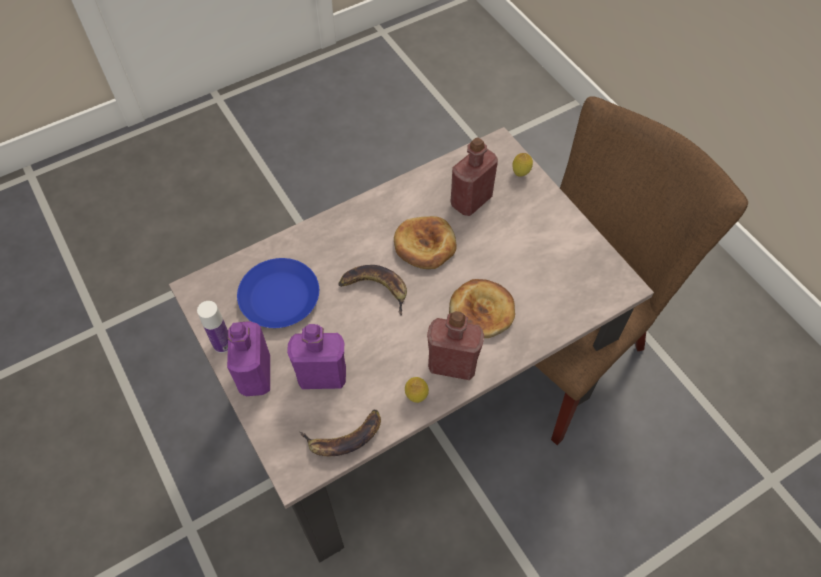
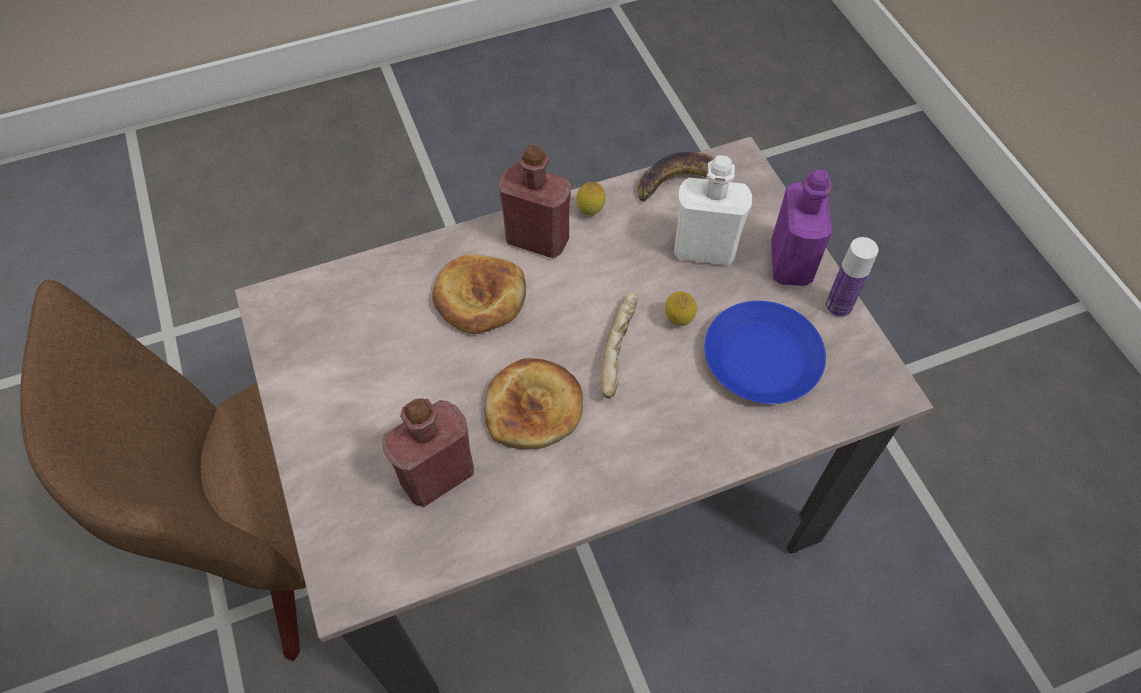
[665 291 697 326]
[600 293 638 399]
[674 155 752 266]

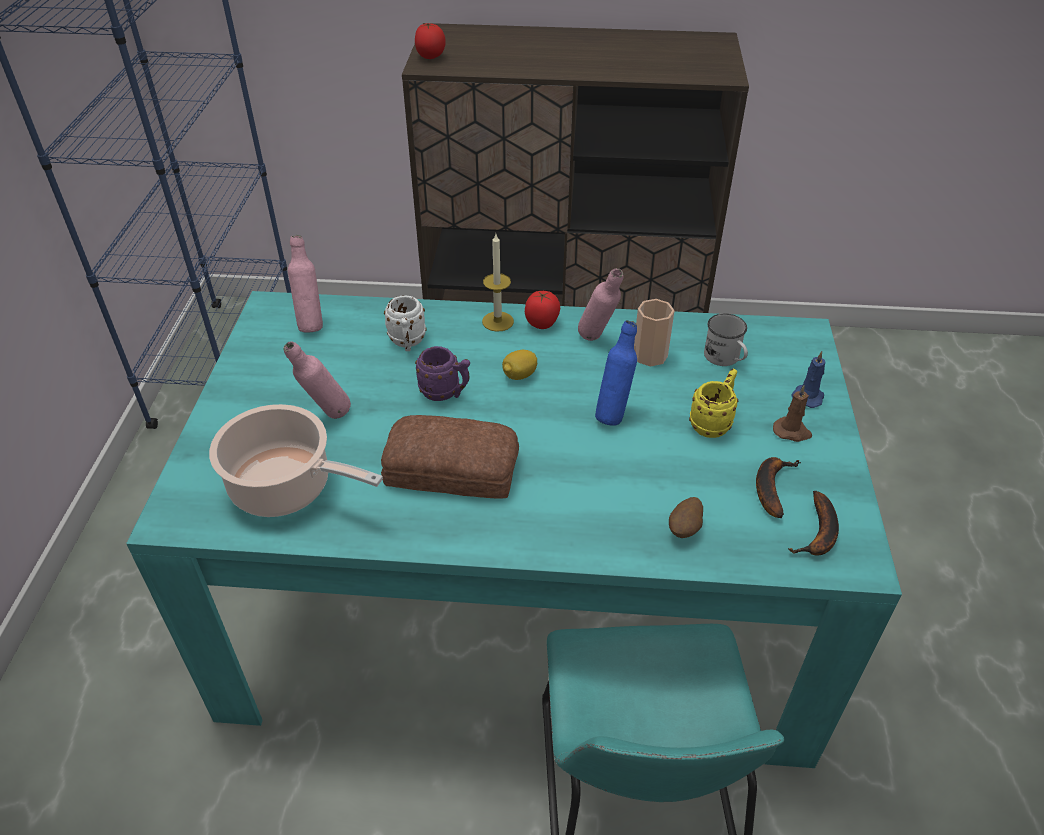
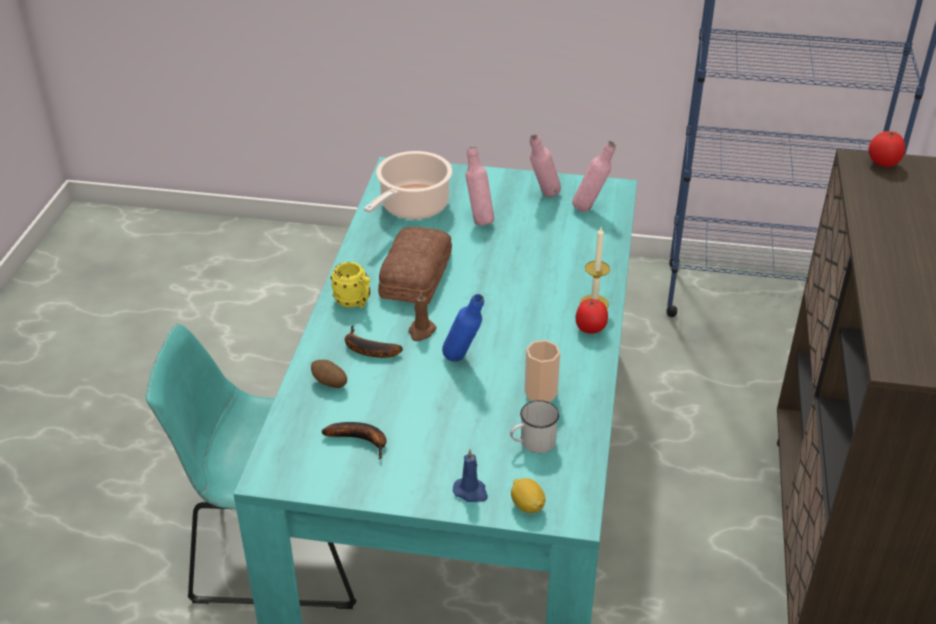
[384 295 427 351] (first image)
[415 346 470 401] (first image)
[511 478 546 513]
[530 134 561 197]
[331 262 370 308]
[408 290 437 341]
[345 325 403 358]

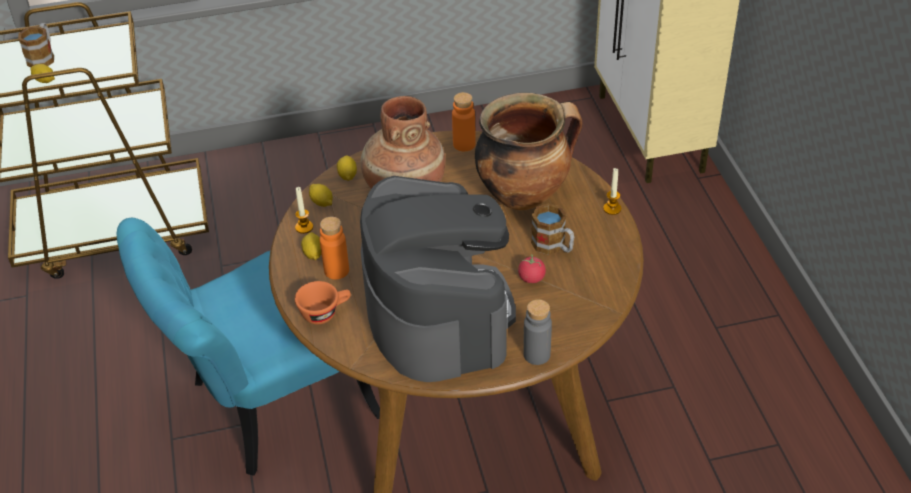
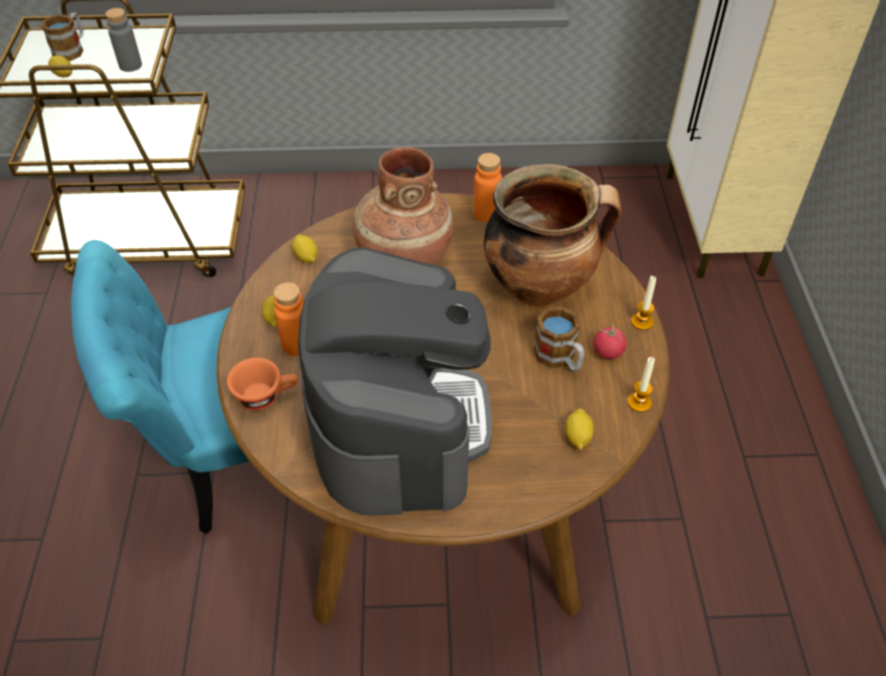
[628 357 655 412]
[565 408 593 450]
[593 325 627 359]
[105 8 142 72]

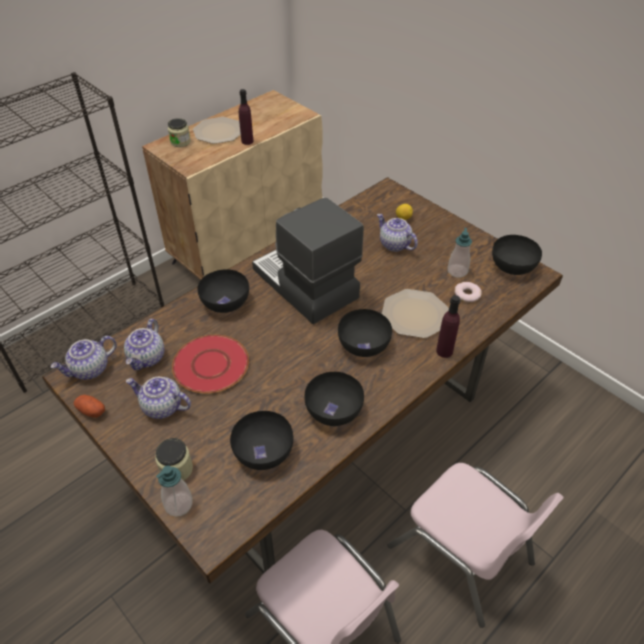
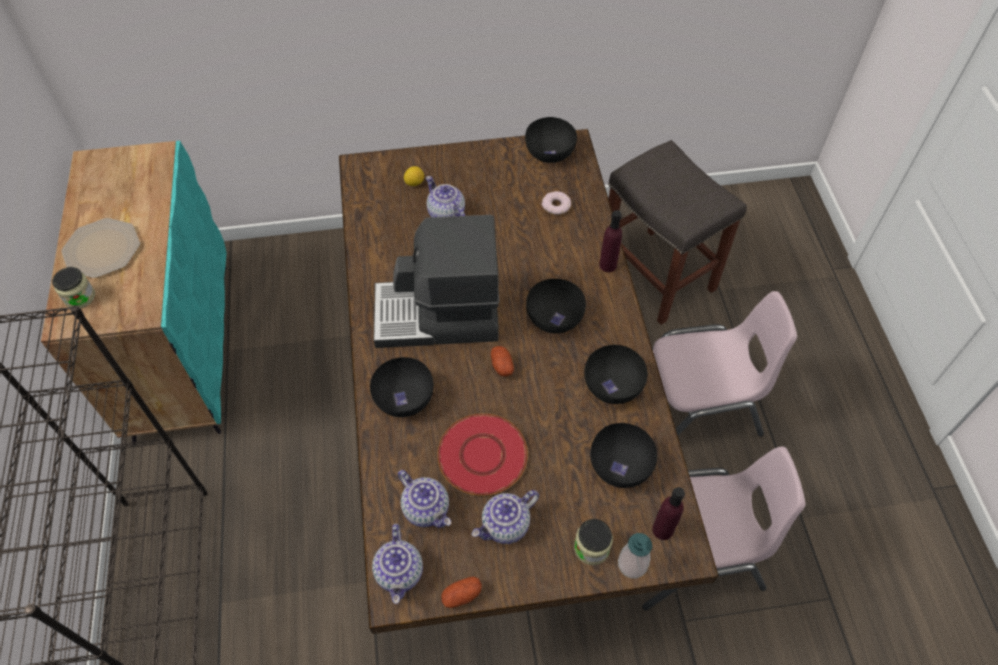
[382 289 449 338] (first image)
[447 228 472 277] (first image)
[491 346 514 377]
[608 140 747 325]
[652 487 685 540]
[41 141 227 445]
[426 176 465 217]

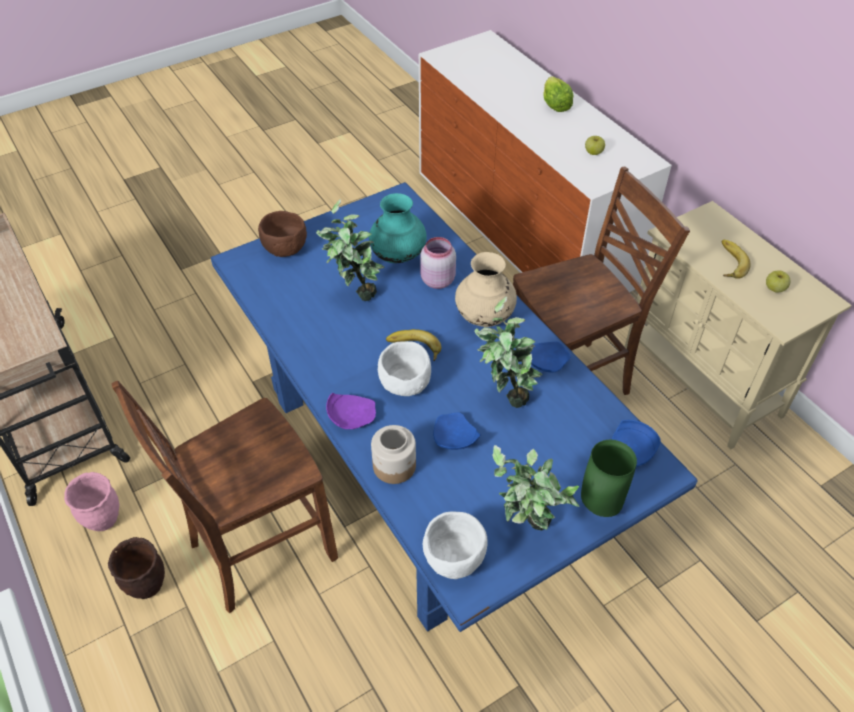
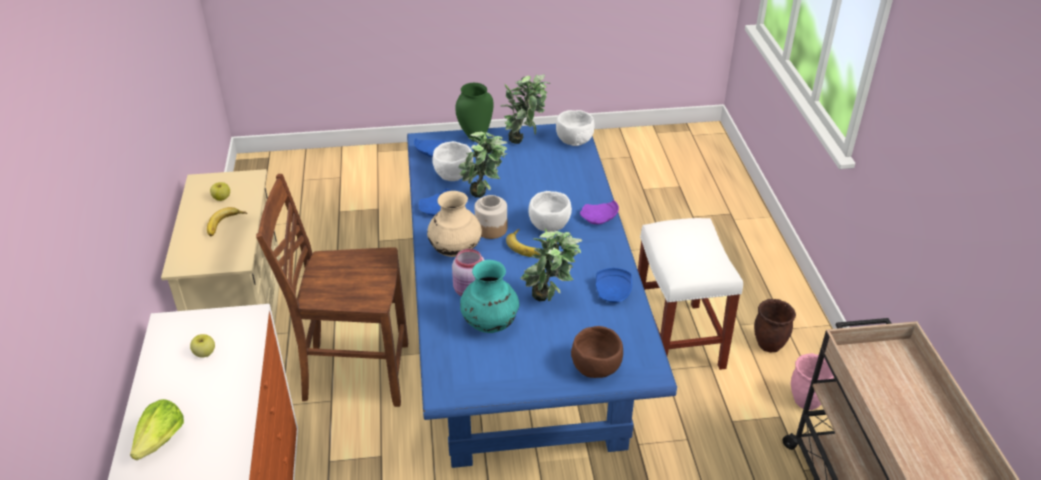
[432 141 473 181]
[475 195 507 239]
[596 268 632 303]
[638 218 743 370]

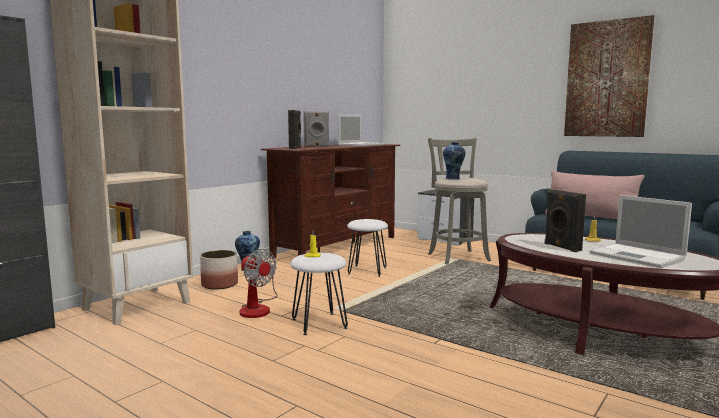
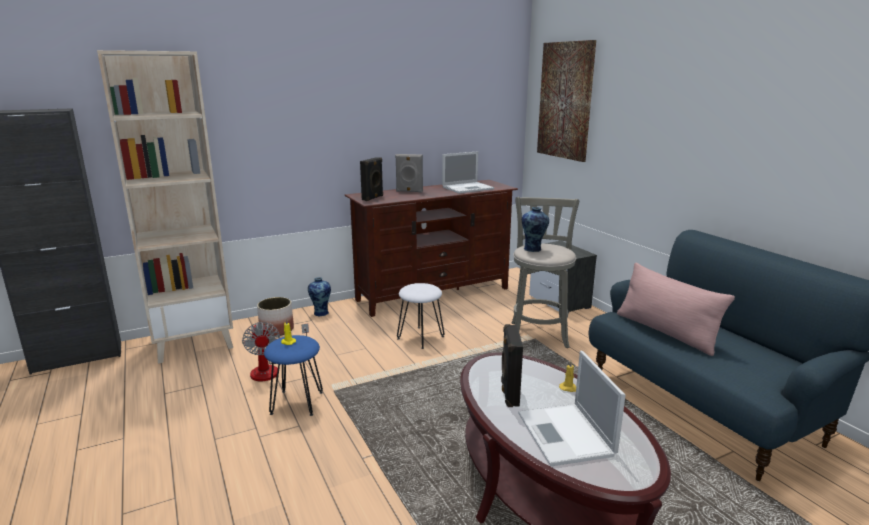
[537 40 596 162]
[264 335 323 416]

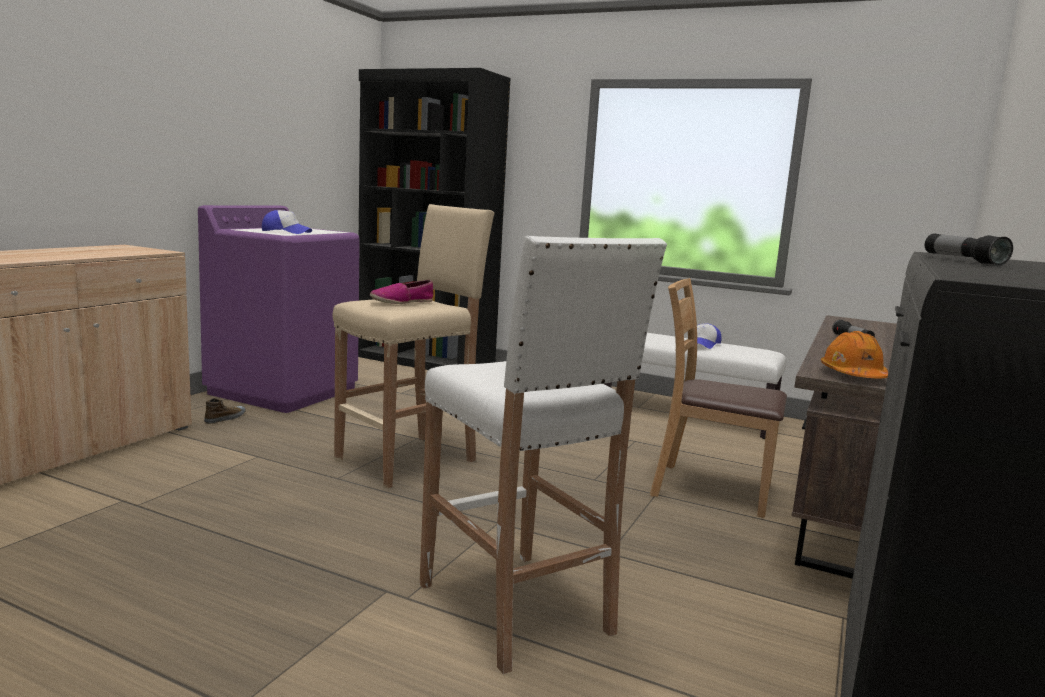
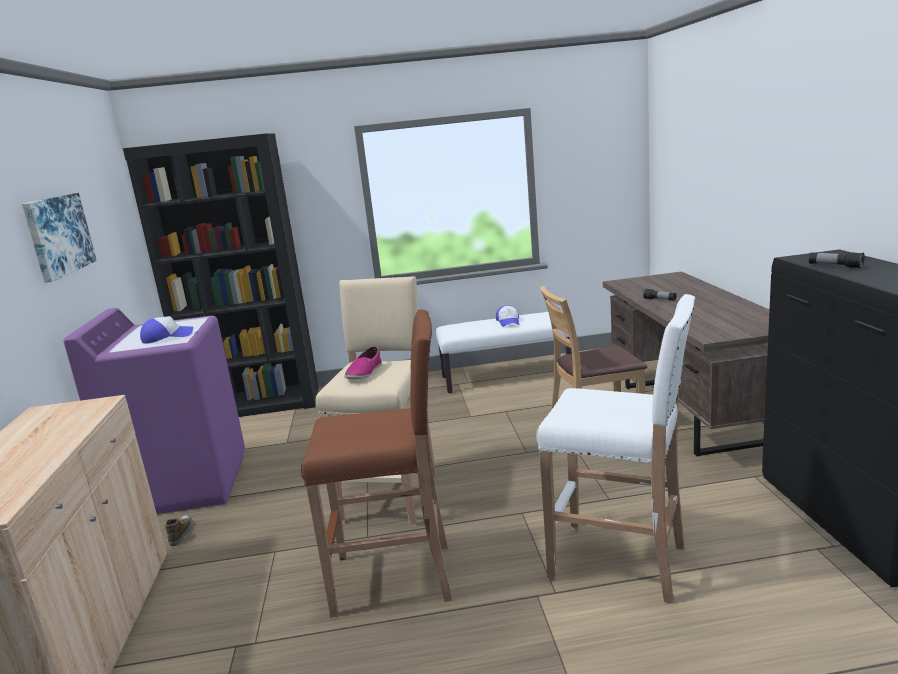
[821 331 888 378] (first image)
[22 193 97 283]
[301 309 452 618]

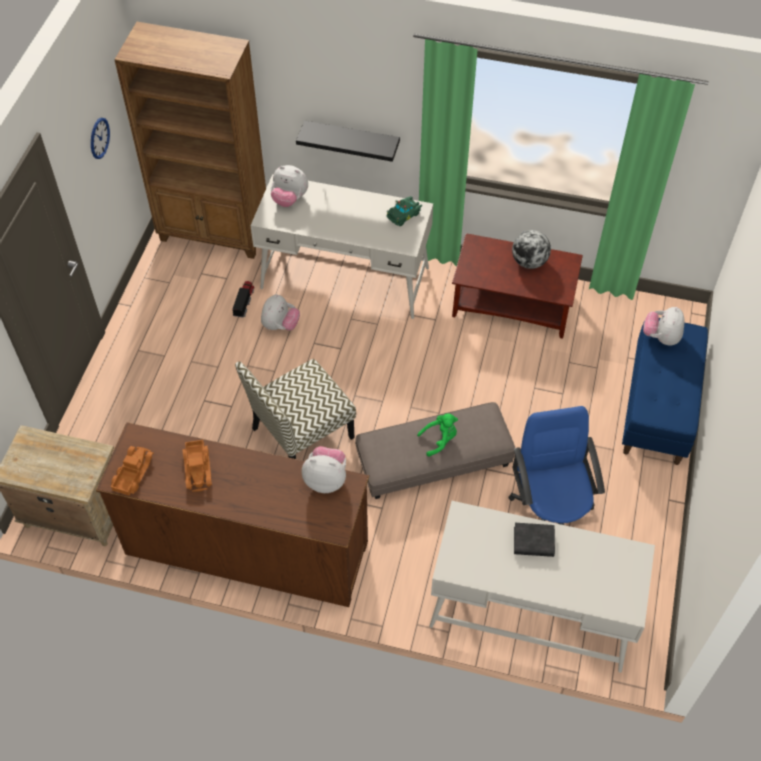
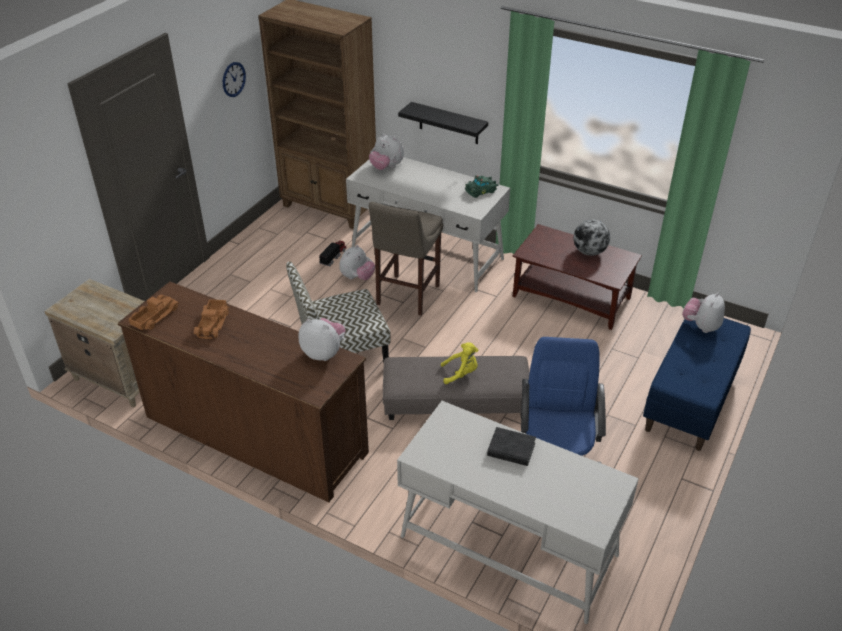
[369 202 443 316]
[441 342 478 384]

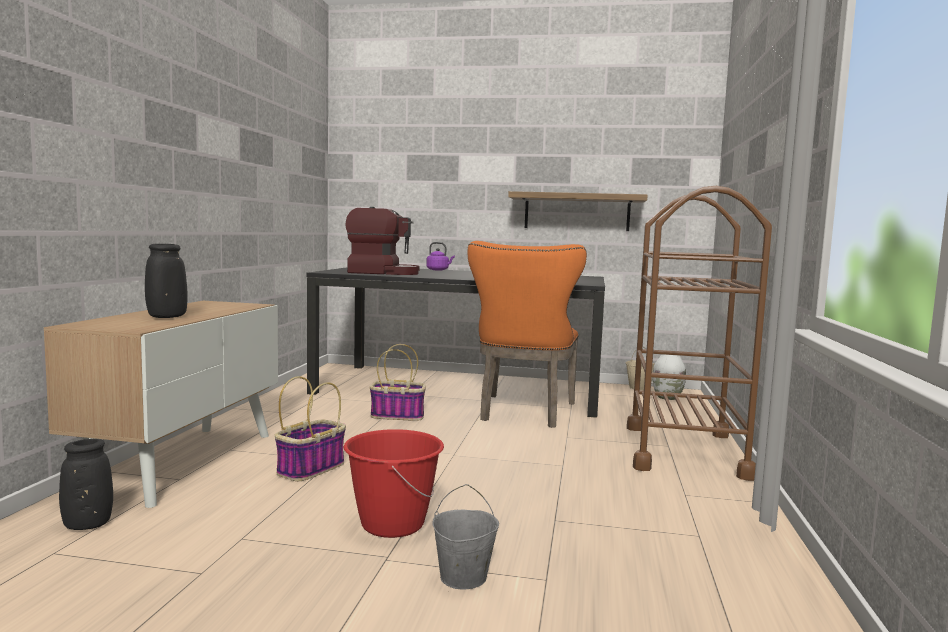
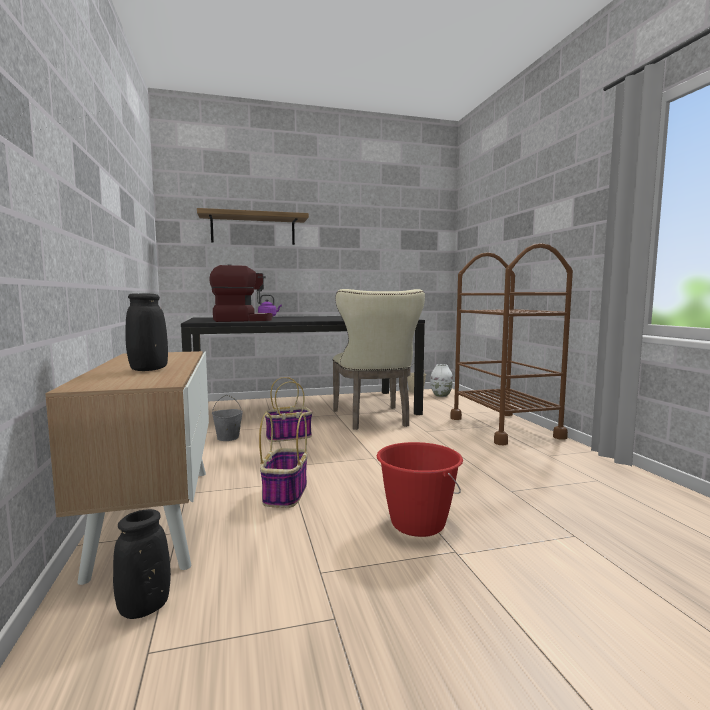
[212 395 243 441]
[197 208 309 245]
[333 289 425 430]

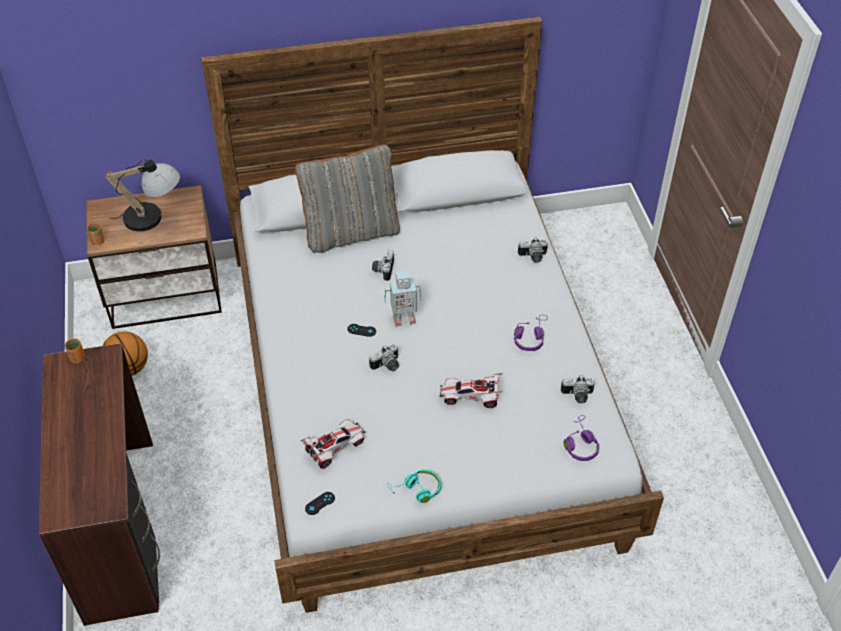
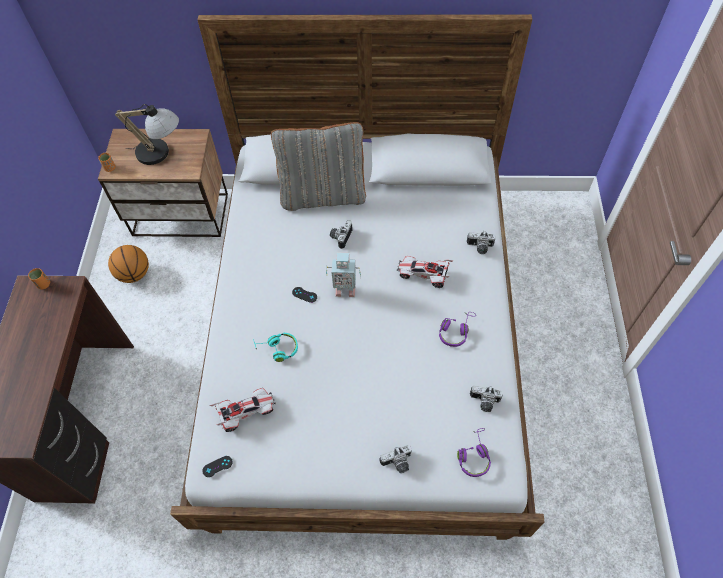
[380 445 412 473]
[253 333 298 362]
[397 256 454 288]

